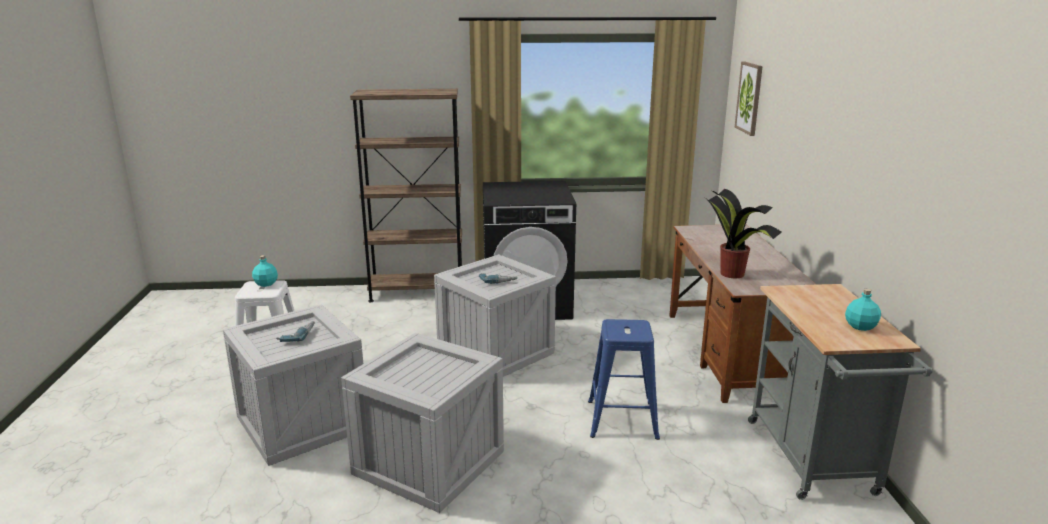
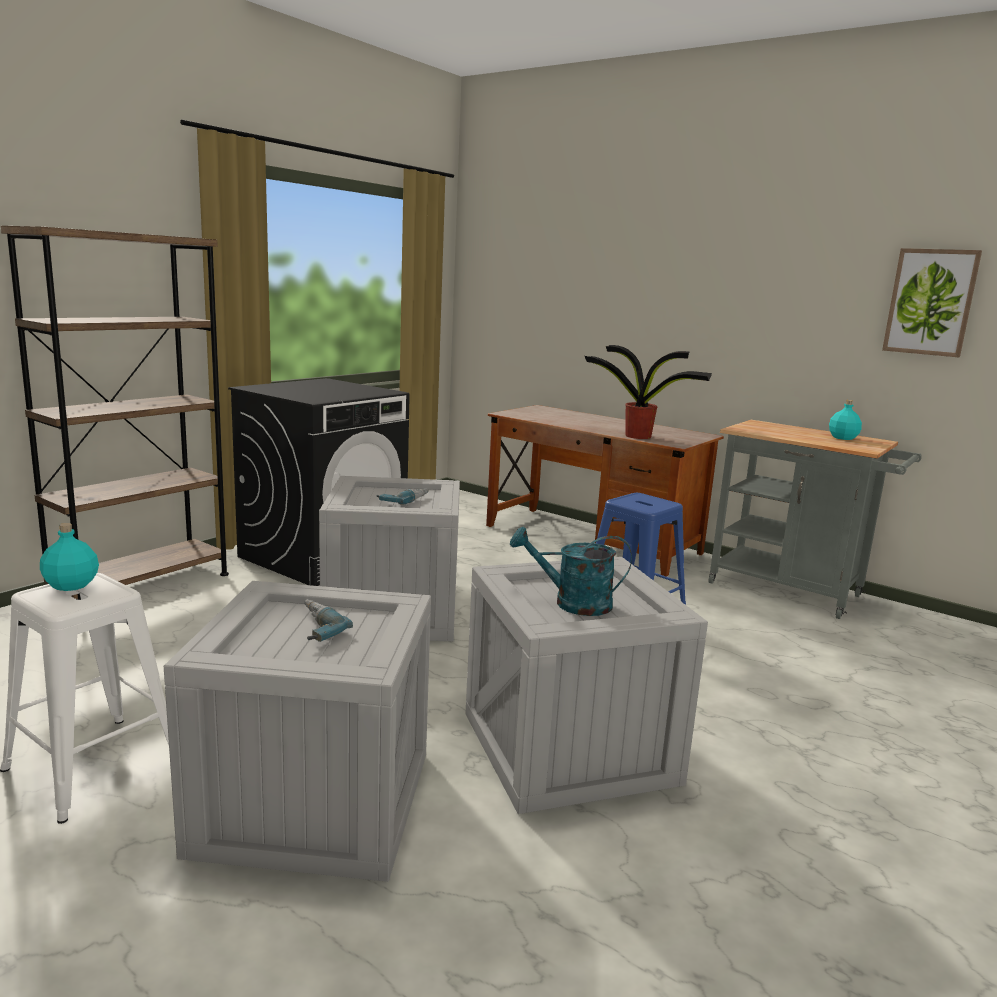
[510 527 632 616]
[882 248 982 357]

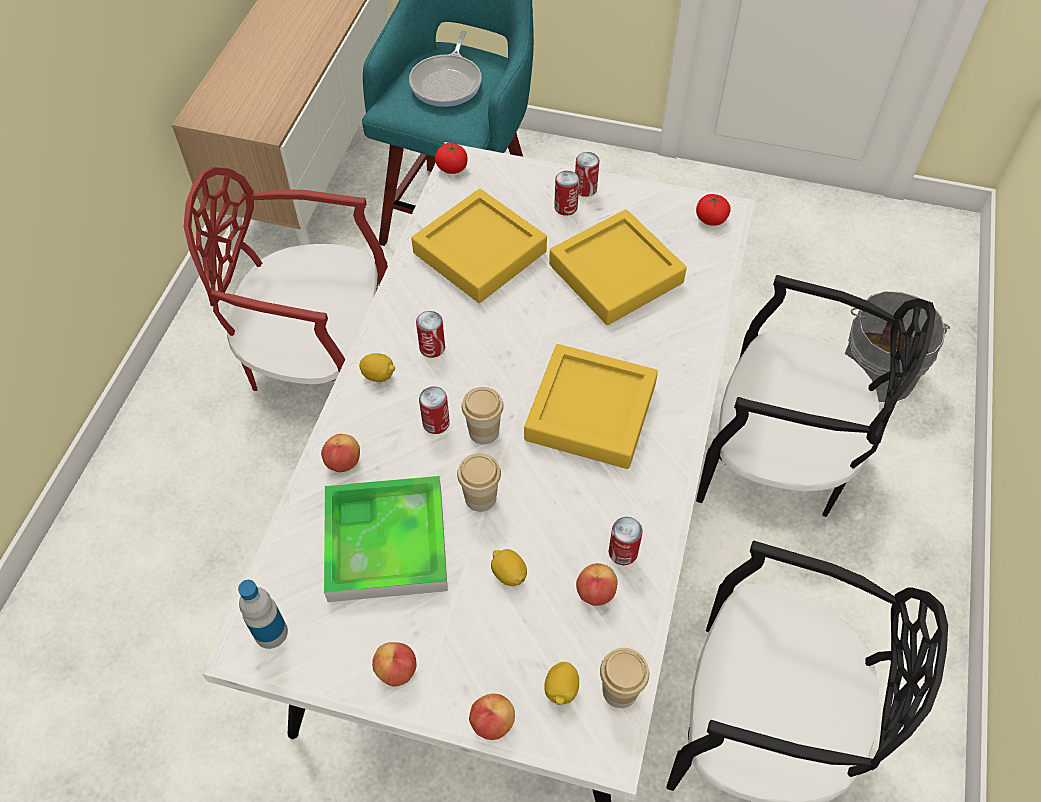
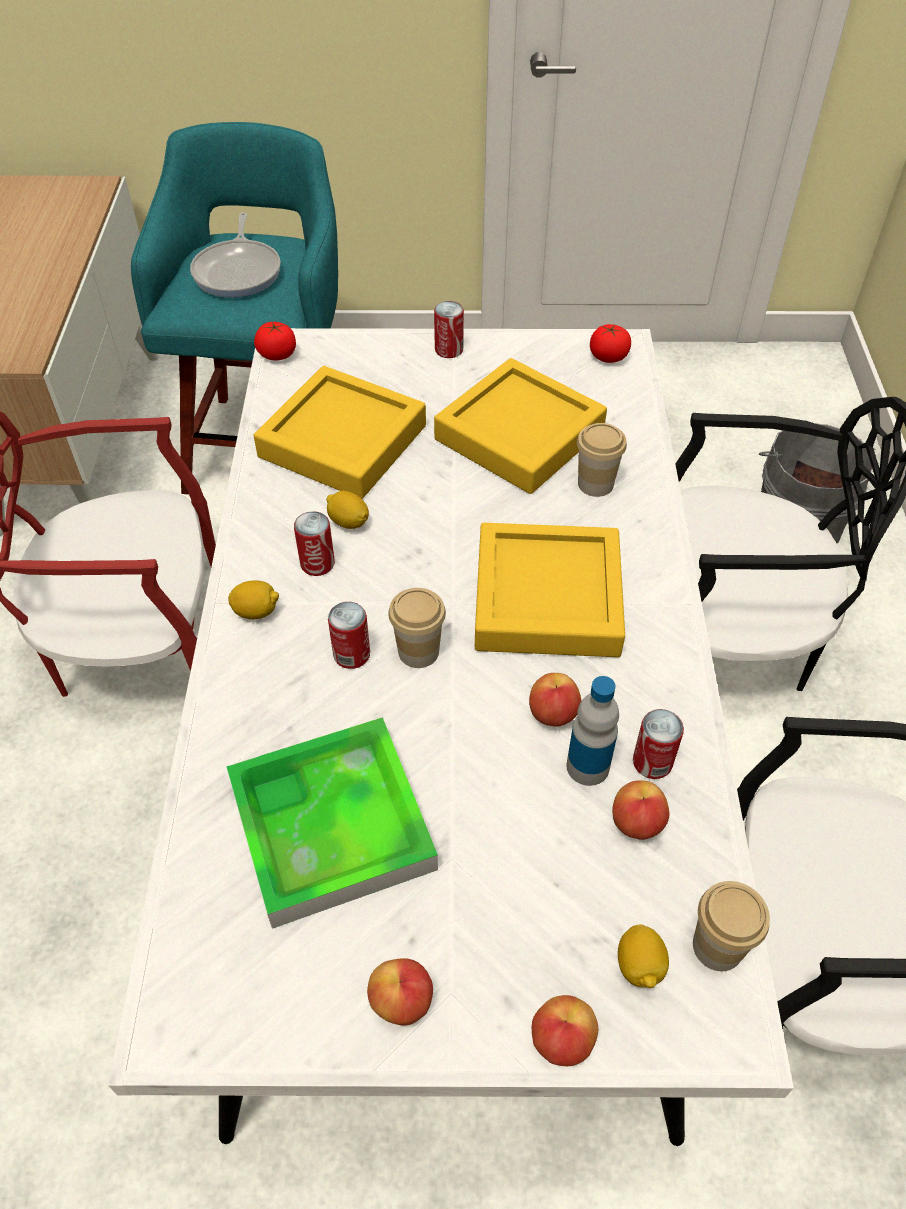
[554 171 579 216] (first image)
[567 676 619 786]
[529 673 581 726]
[577 423 627 497]
[326 491 369 529]

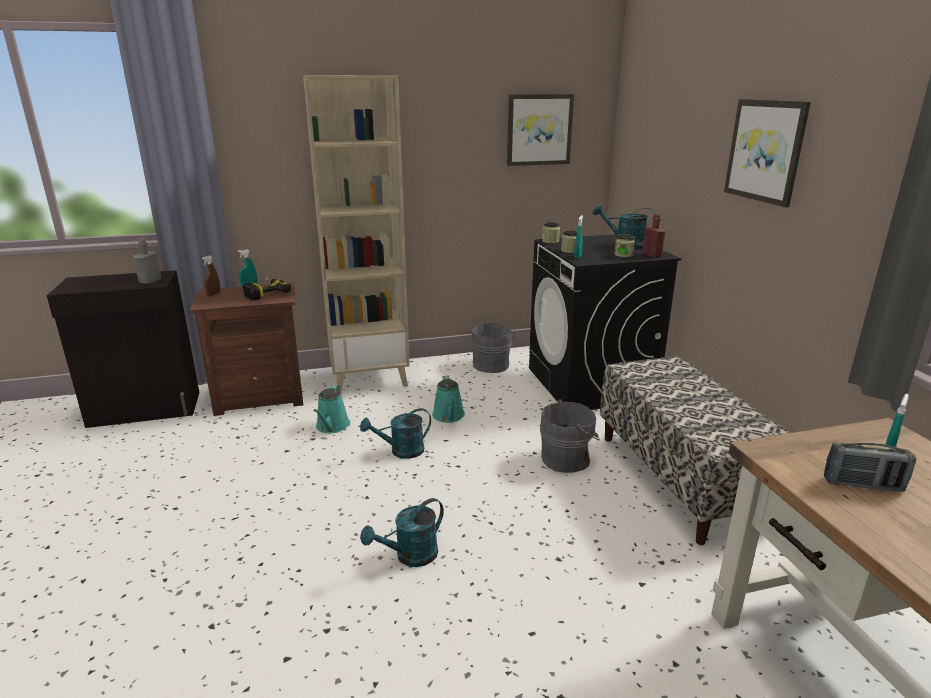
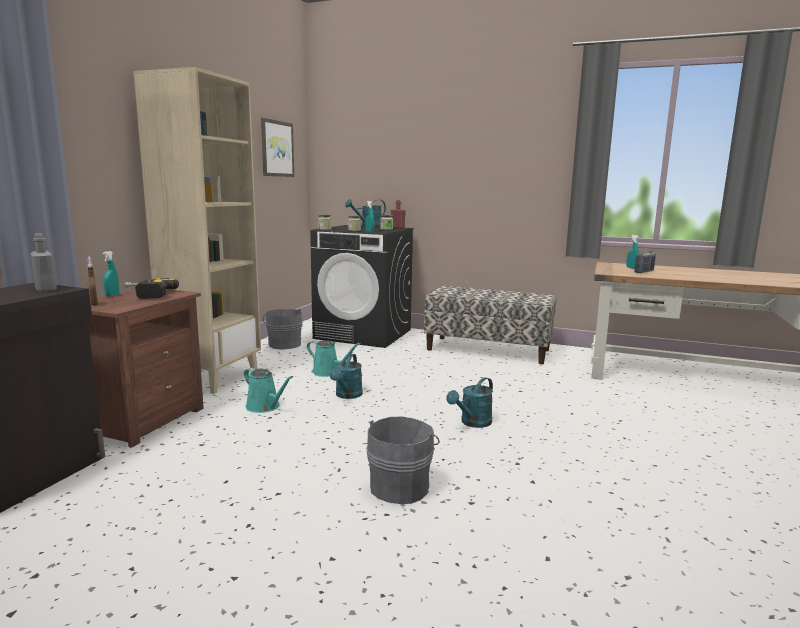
[724 99 811 207] (first image)
[366 416 440 504]
[446 377 493 428]

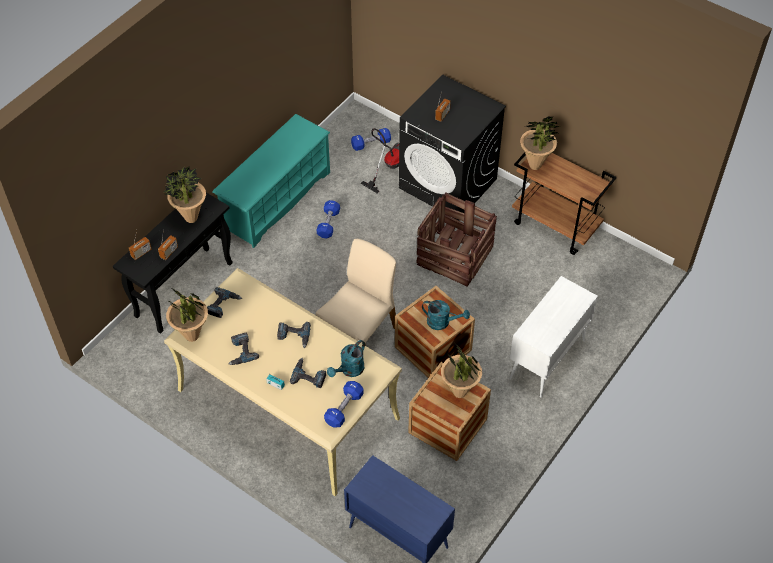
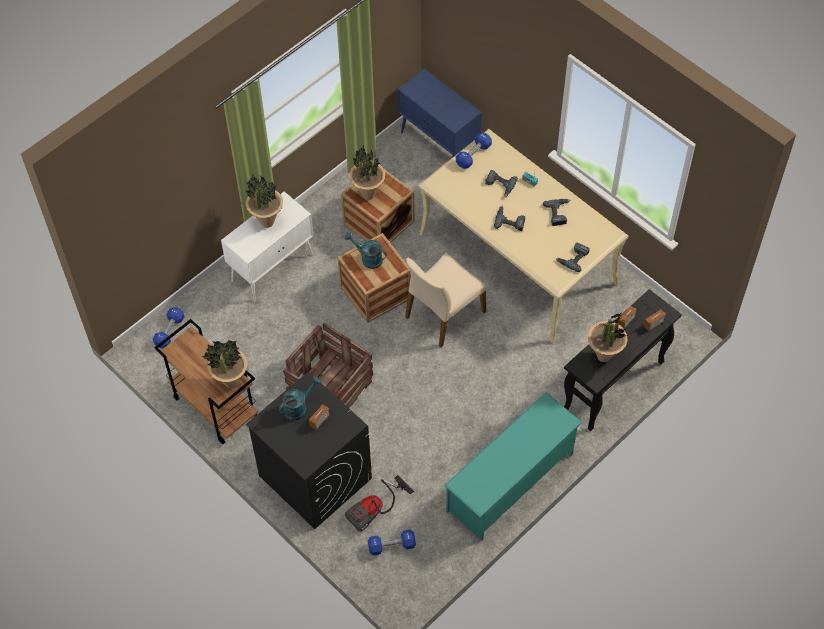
[245 174 283 228]
[153 307 185 348]
[279 376 321 420]

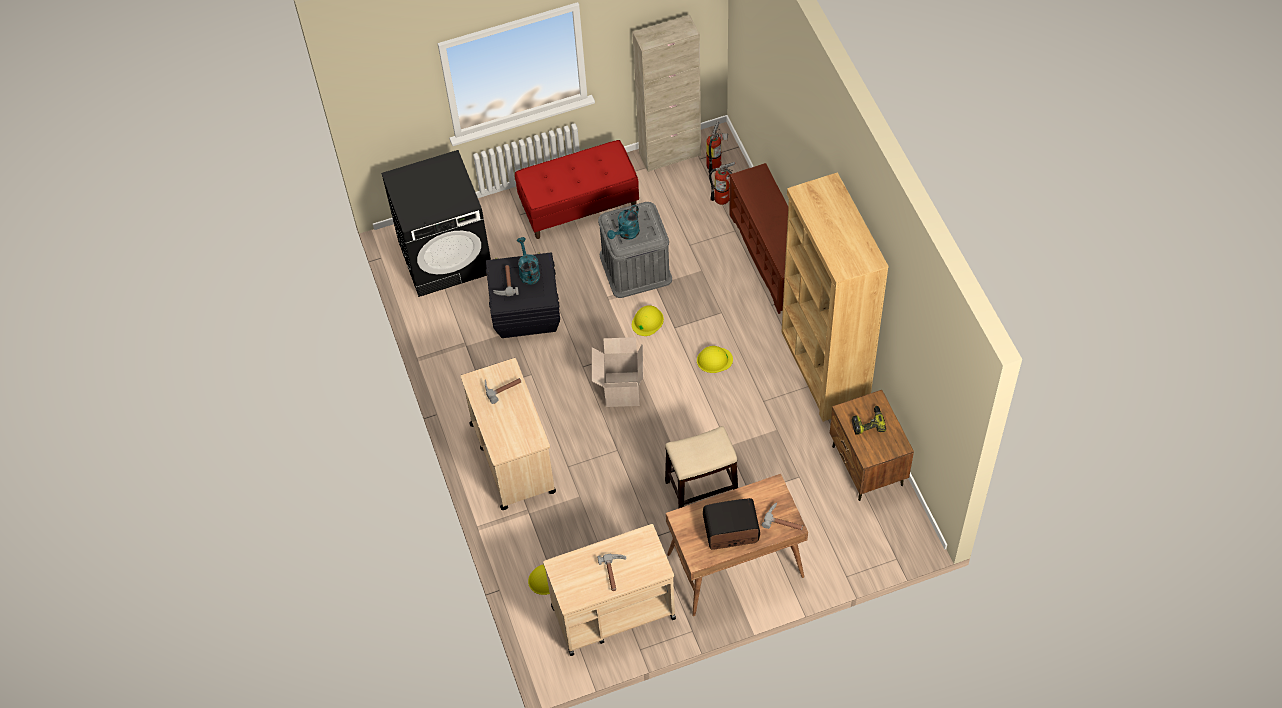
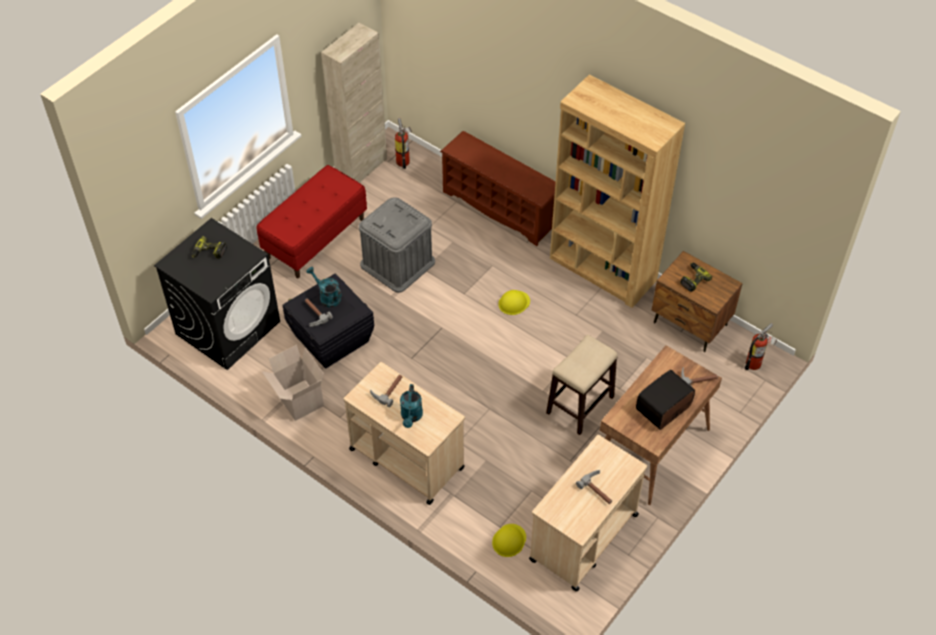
[632 305 664 336] (first image)
[192 236 227 258]
[262 345 324 421]
[400 384 423 428]
[745 323 777 370]

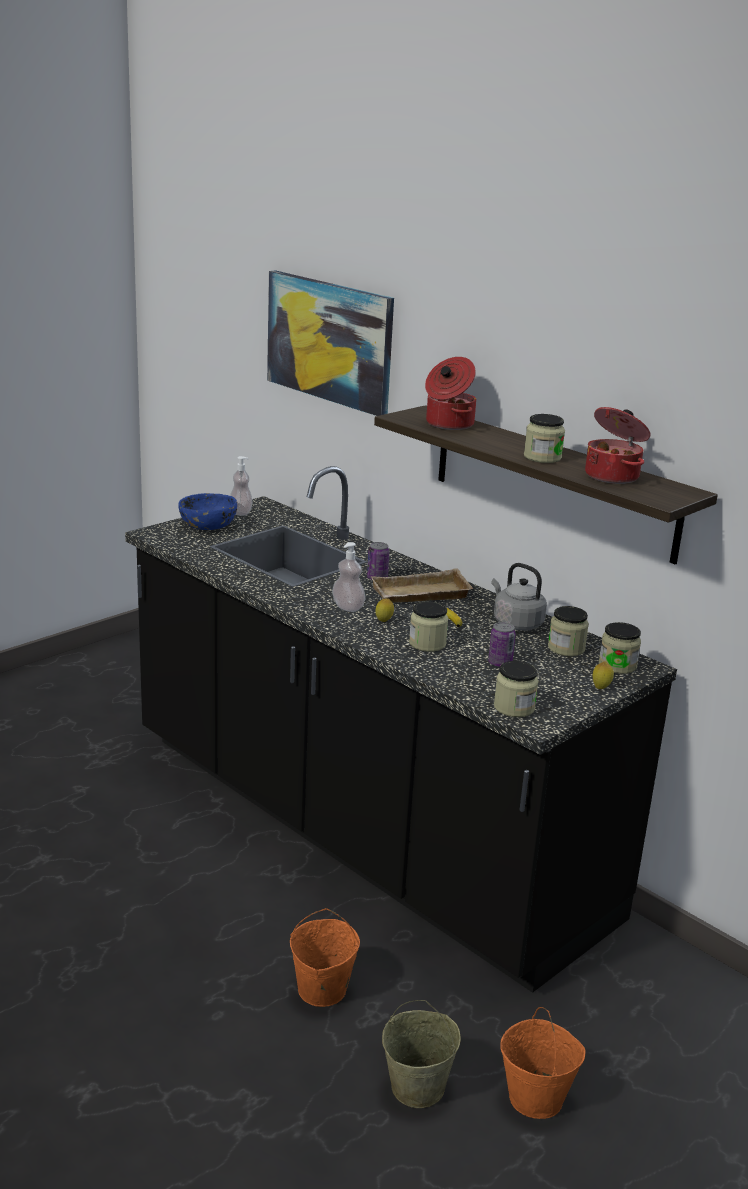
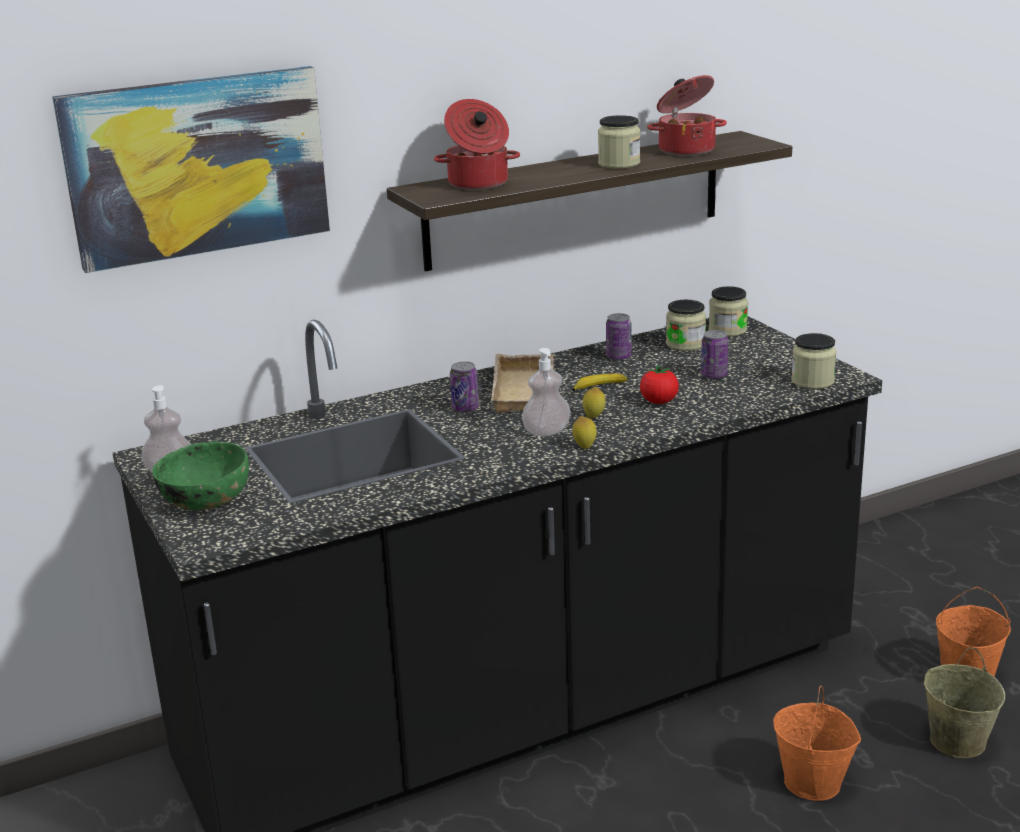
[572 416 597 449]
[640 365 679 404]
[606 313 632 360]
[152 442 249 510]

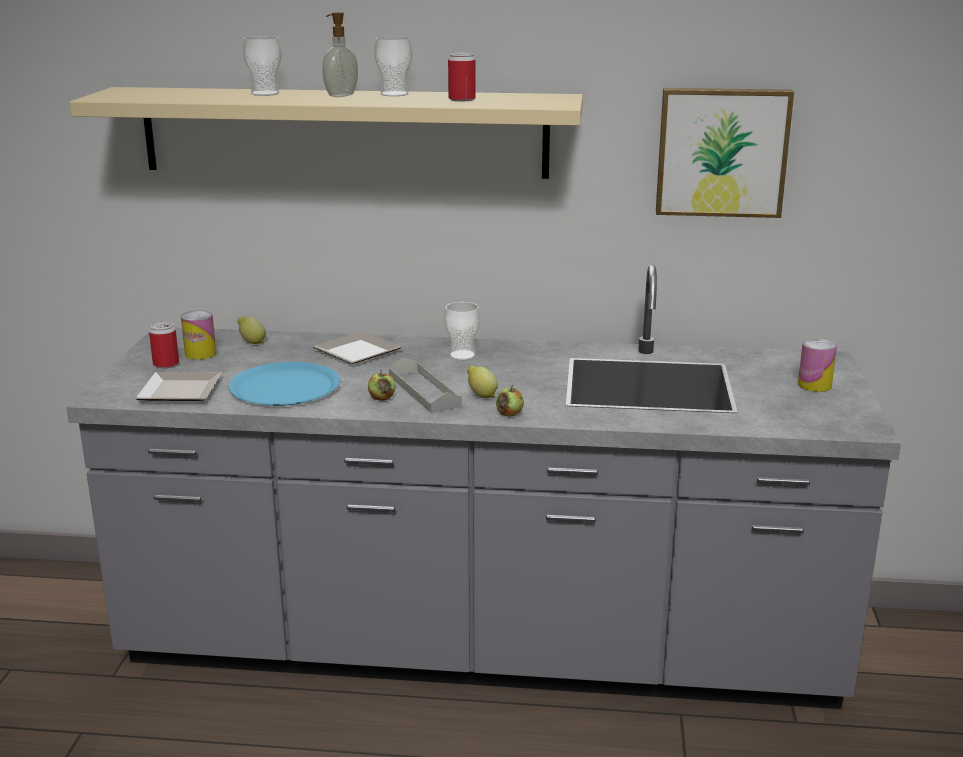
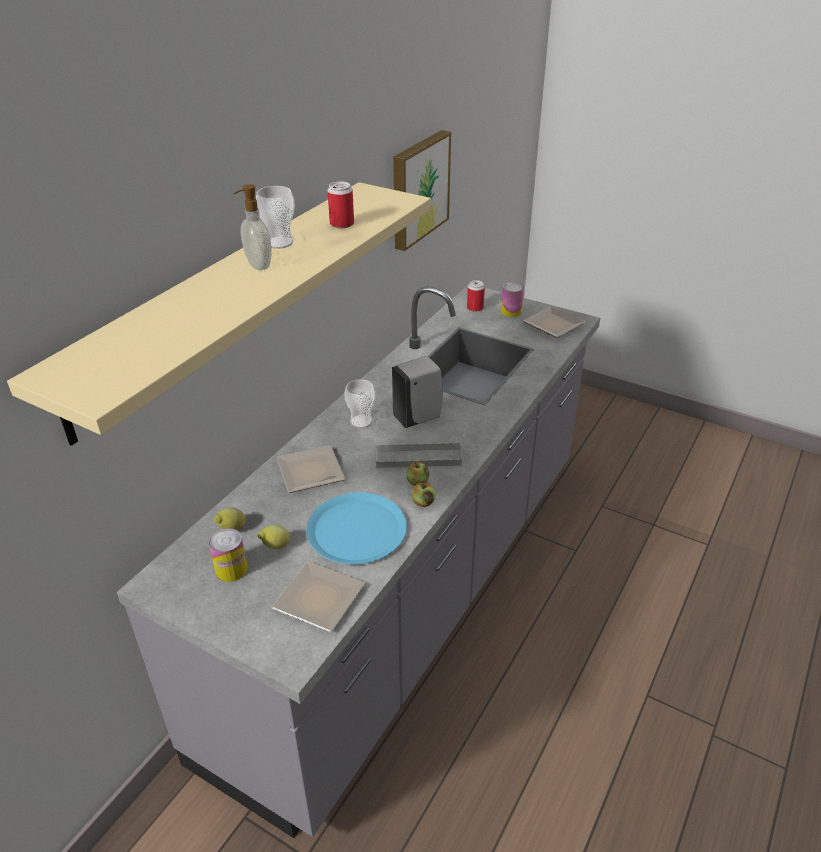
[242 36 282 96] (first image)
[392 356 443 428]
[523 306 585 338]
[467 280 485 312]
[258 525 290 549]
[411 482 435 507]

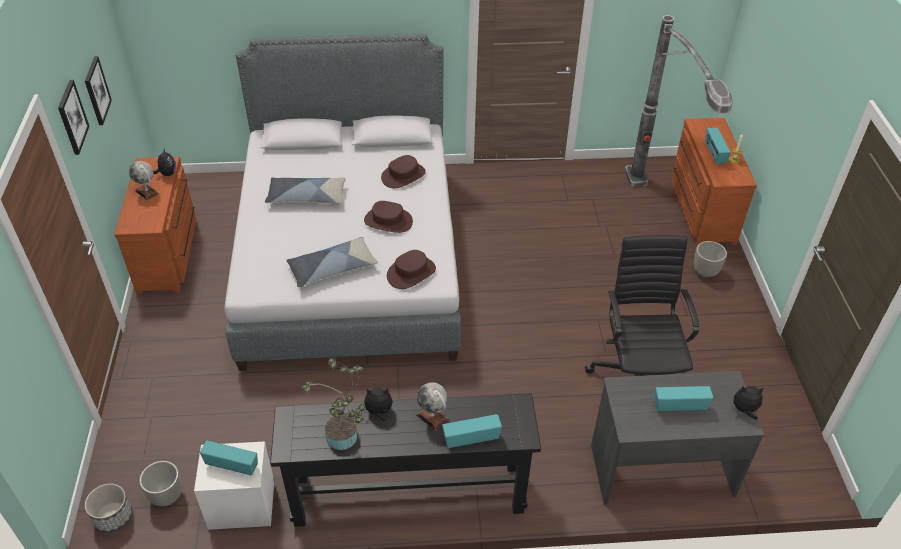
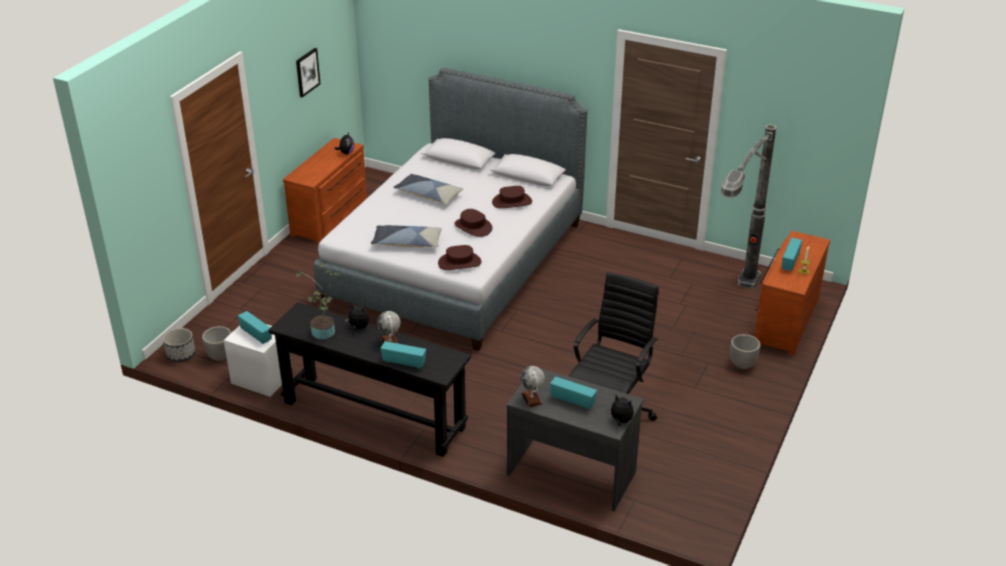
[58 80 89 155] (first image)
[520 366 545 408]

